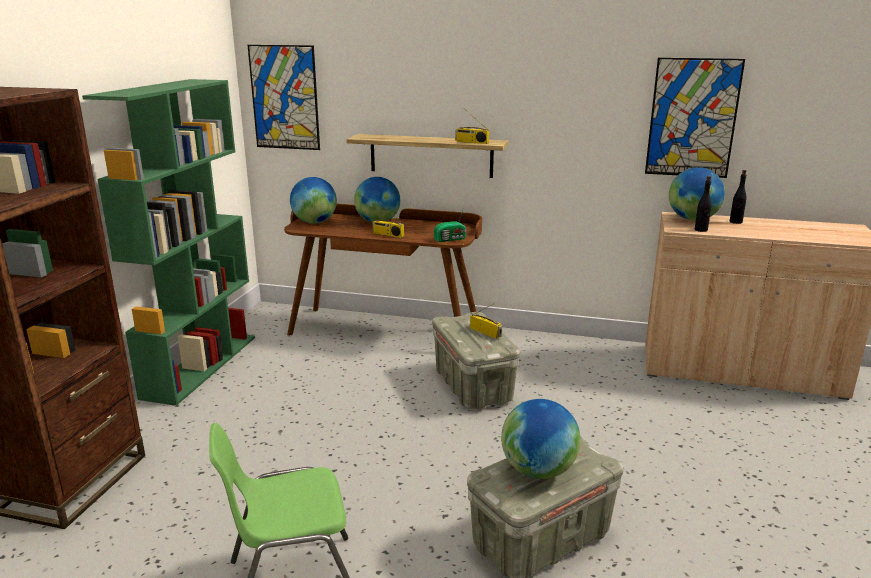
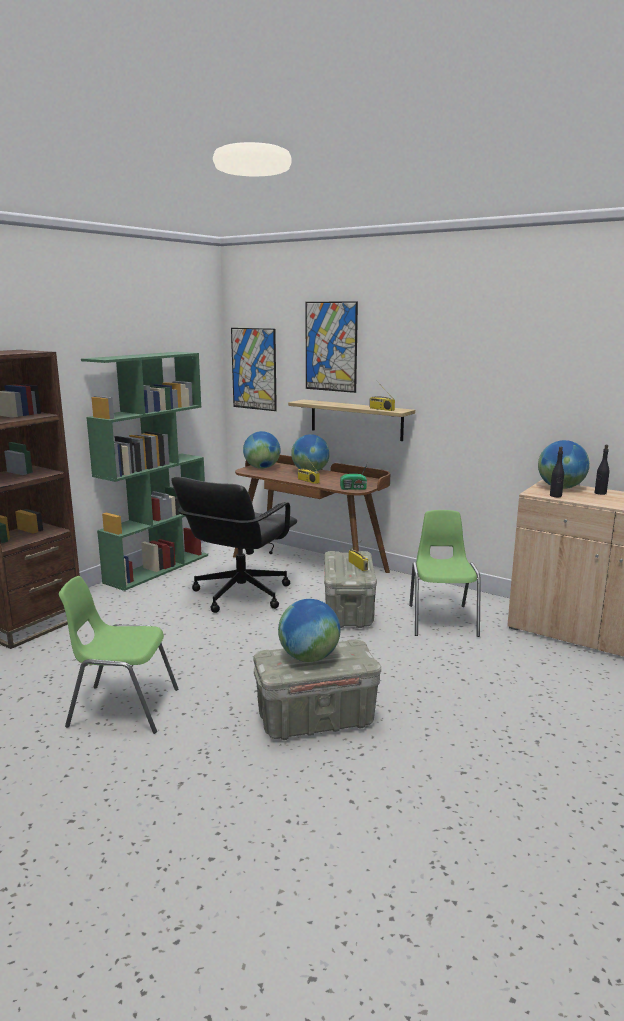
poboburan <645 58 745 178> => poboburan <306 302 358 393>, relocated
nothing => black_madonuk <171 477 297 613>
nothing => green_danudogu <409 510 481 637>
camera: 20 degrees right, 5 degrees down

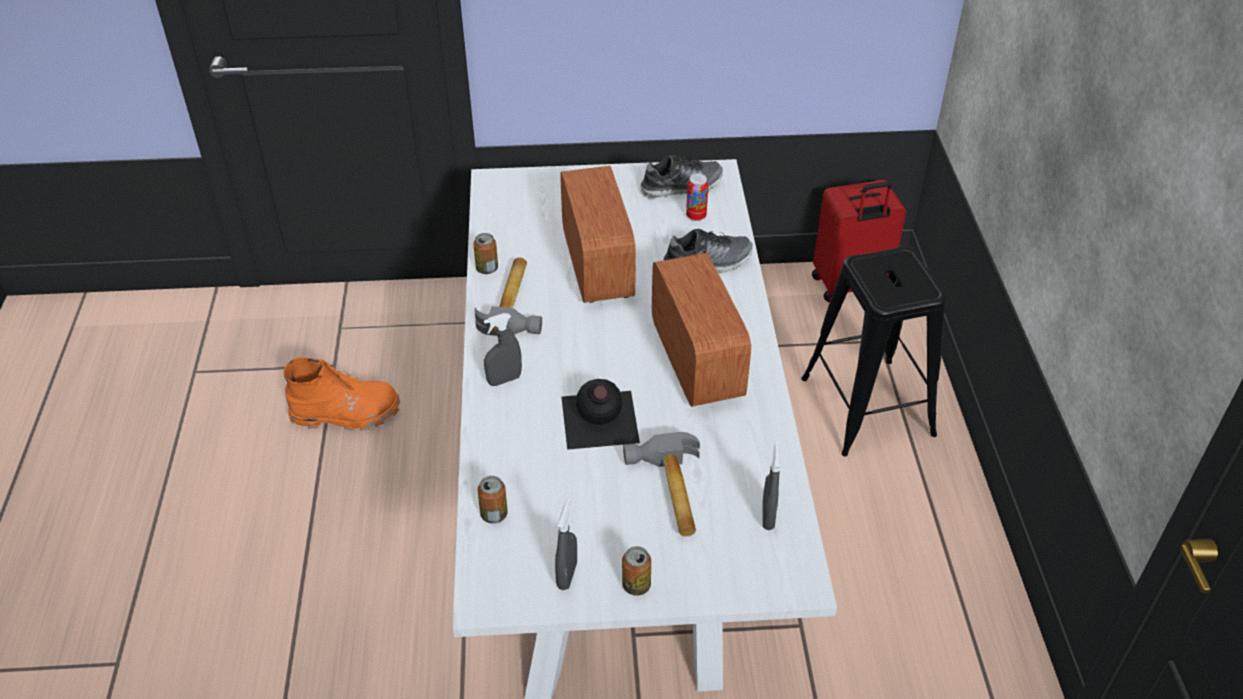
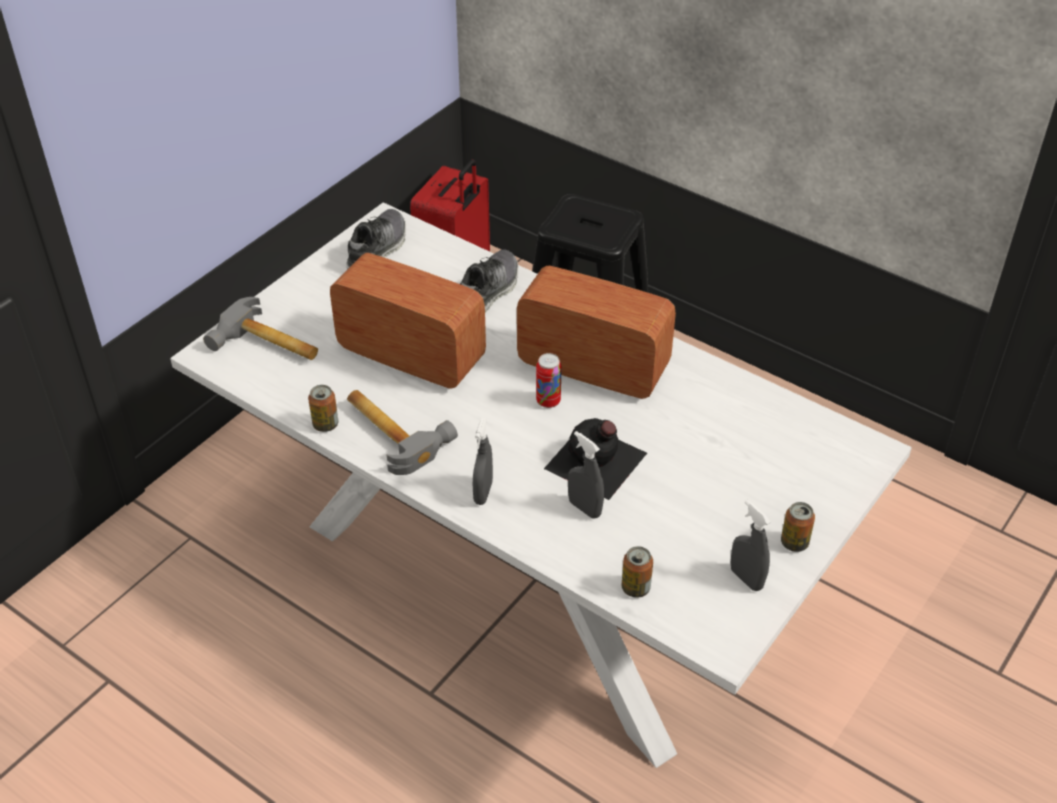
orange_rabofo <283 357 400 431> => nothing
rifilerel <623 432 700 537> => rifilerel <203 297 318 360>, relocated
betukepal <686 173 708 221> => betukepal <536 353 562 408>, relocated
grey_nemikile <762 440 780 530> => grey_nemikile <568 431 604 518>, relocated
camera: 50 degrees left, 0 degrees up

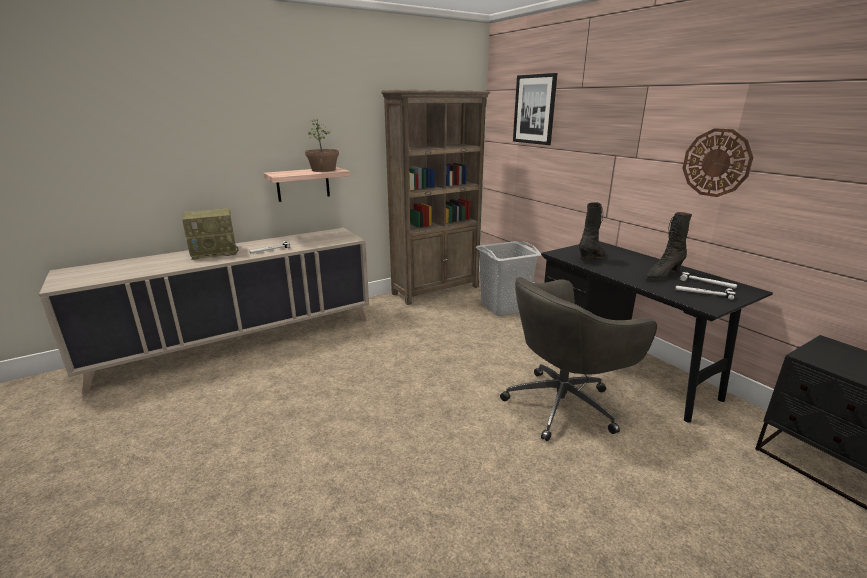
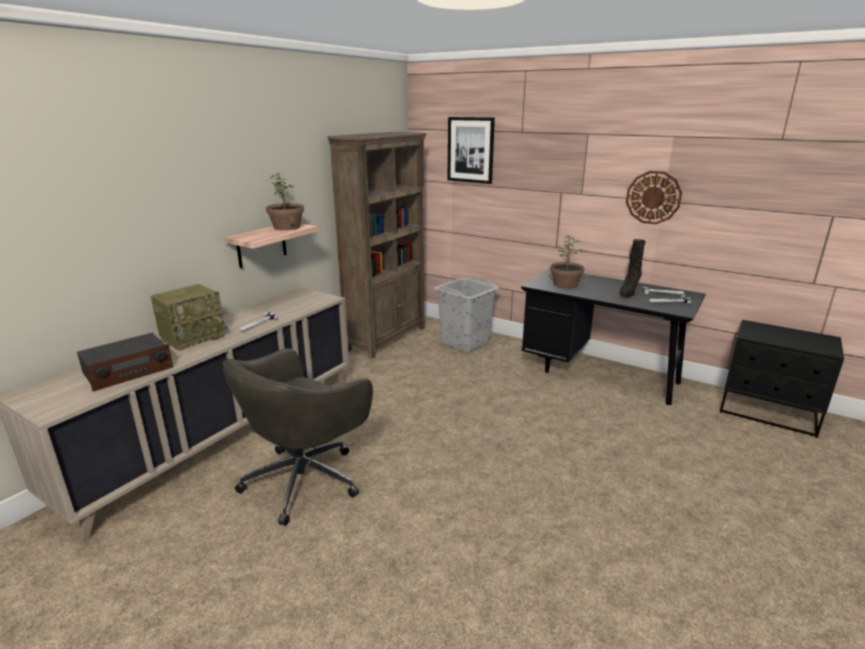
grey_madonuk <500 277 657 441> => grey_madonuk <223 349 373 526>, relocated
black_rabofo <579 202 605 261> => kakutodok <549 236 586 289>
nothing => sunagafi <77 333 173 391>
camera: 25 degrees left, 0 degrees up

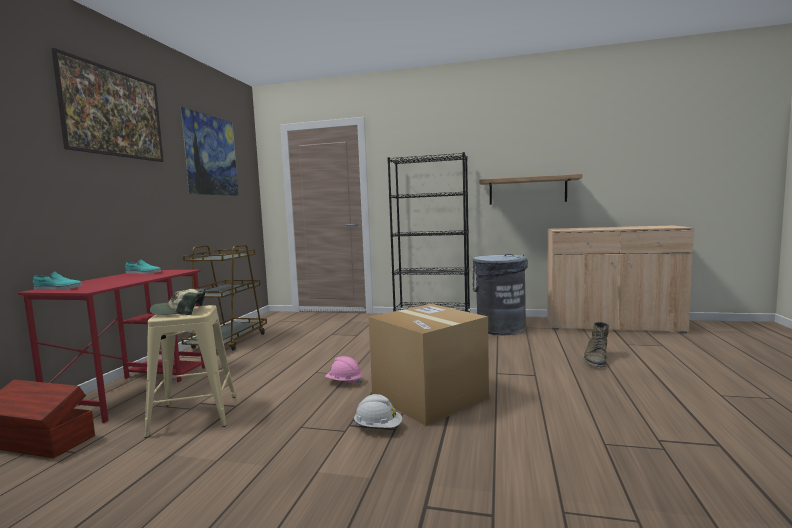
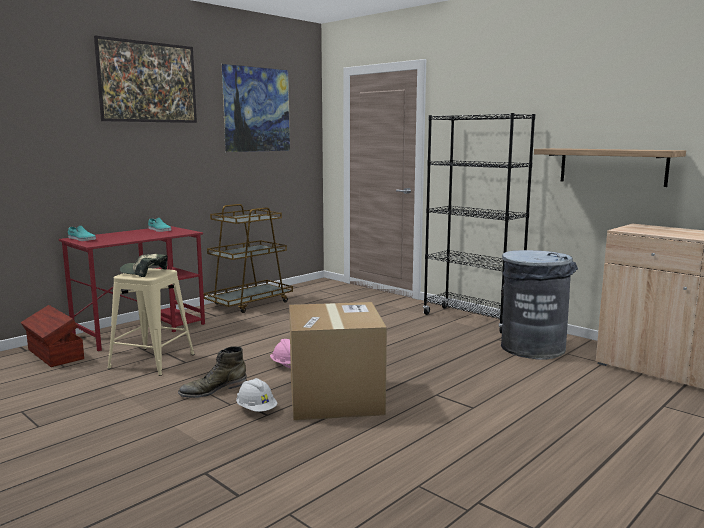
green_rabofo <583 322 609 368> => green_rabofo <178 346 247 398>, relocated
camera: 30 degrees right, 5 degrees up

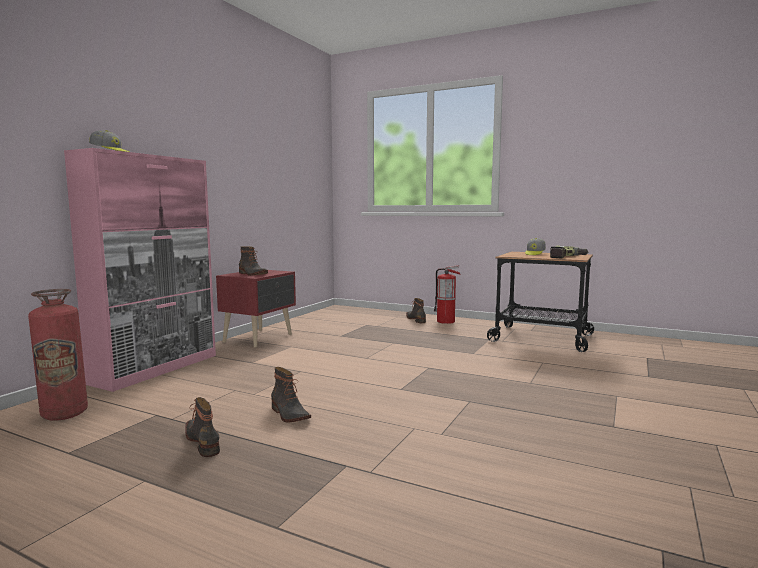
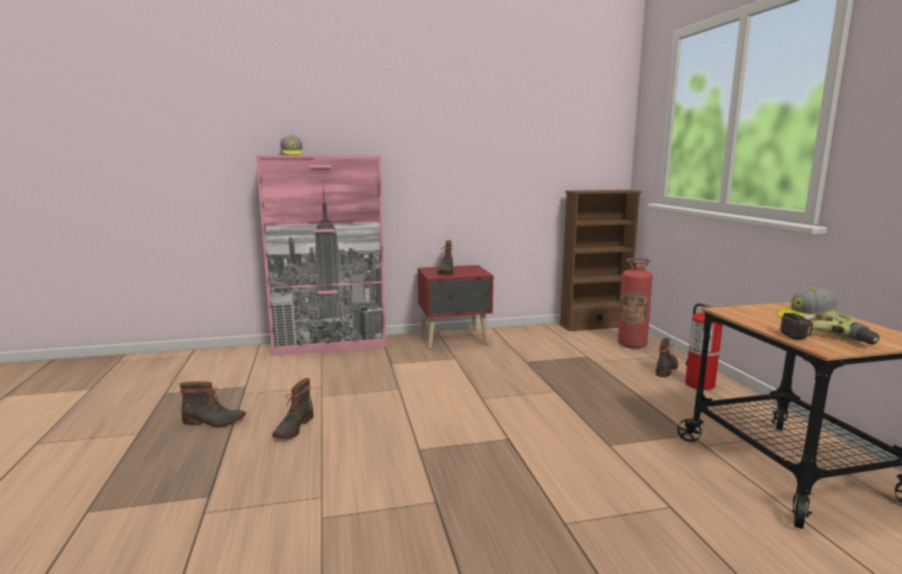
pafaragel <28 289 88 421> => pafaragel <618 258 653 349>, relocated
rabofo <185 397 220 457> => rabofo <180 381 246 427>, 75 degrees clockwise
nothing => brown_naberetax <559 190 642 331>
camera: 50 degrees right, 5 degrees up

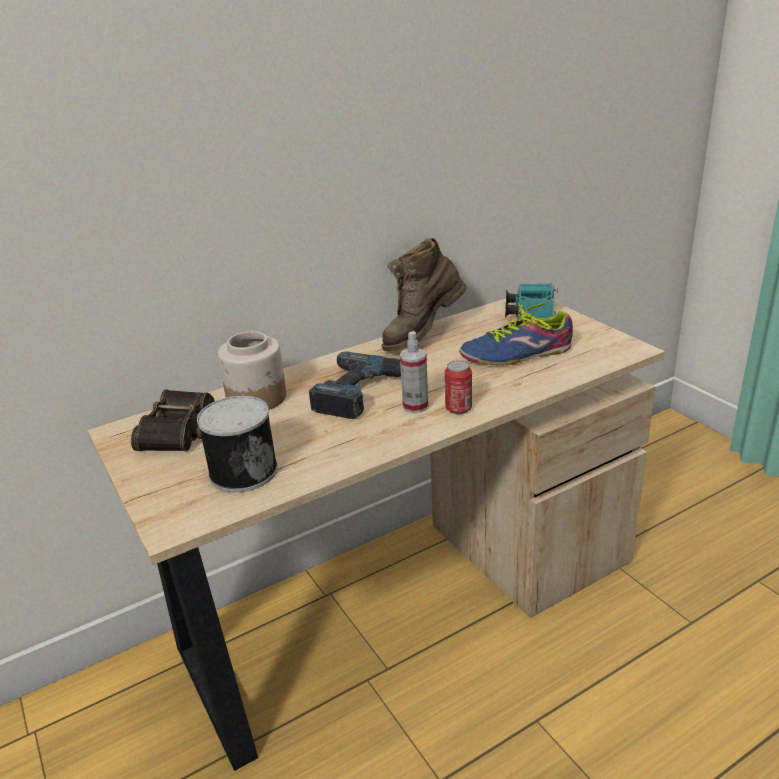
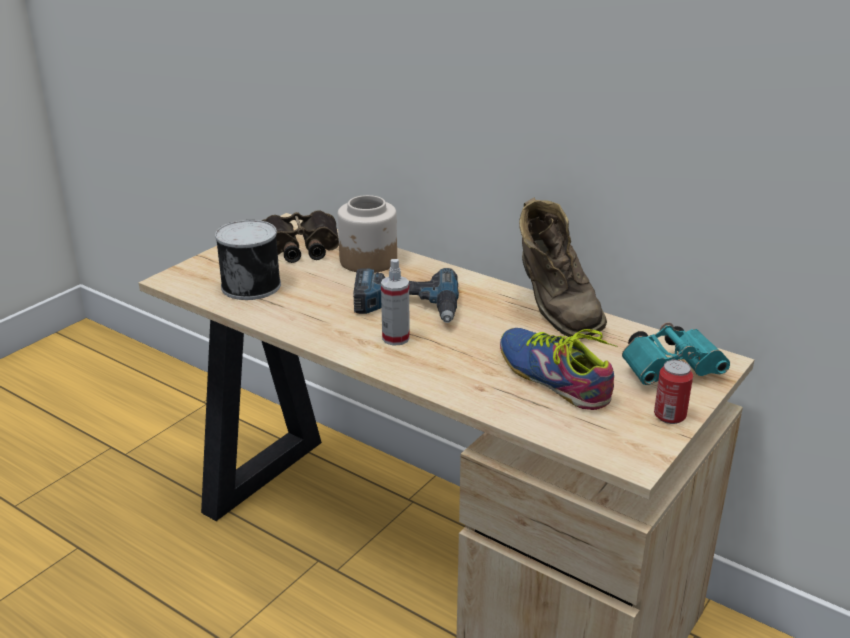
brown_rabofo <381 238 467 351> => brown_rabofo <519 198 607 339>, 135 degrees counterclockwise
betukepal <445 360 472 414> => betukepal <654 360 693 424>, relocated
camera: 65 degrees right, 0 degrees up

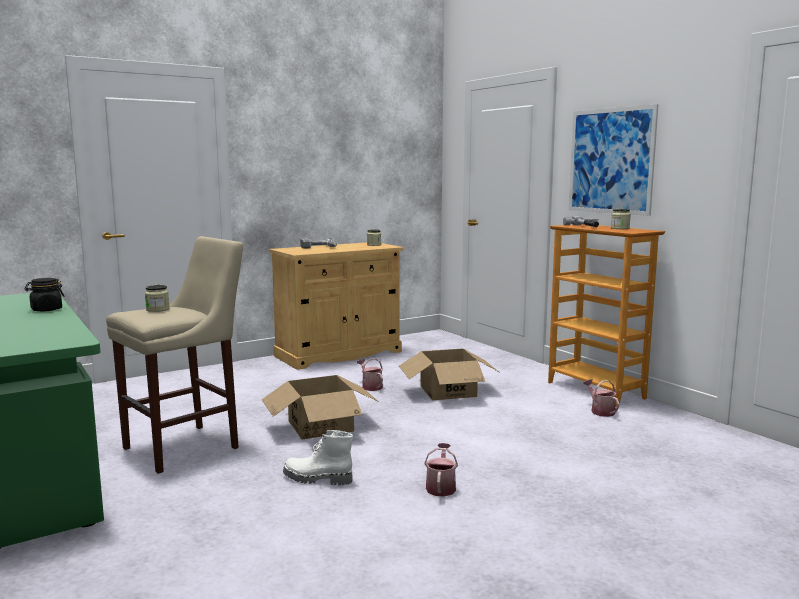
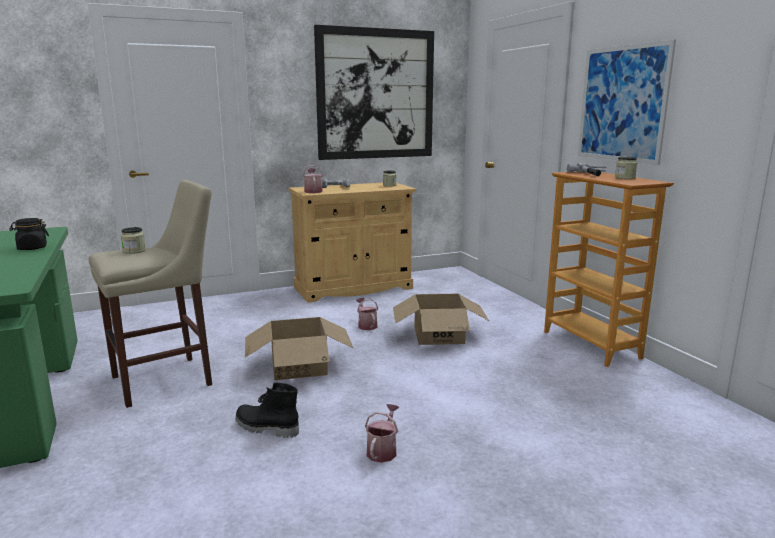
white_rabofo <283 430 353 485> => black_rabofo <235 383 299 438>
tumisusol <583 379 619 417> => tumisusol <303 165 323 193>, relocated
nothing => poboburan <314 25 434 160>
camera: 10 degrees right, 5 degrees up

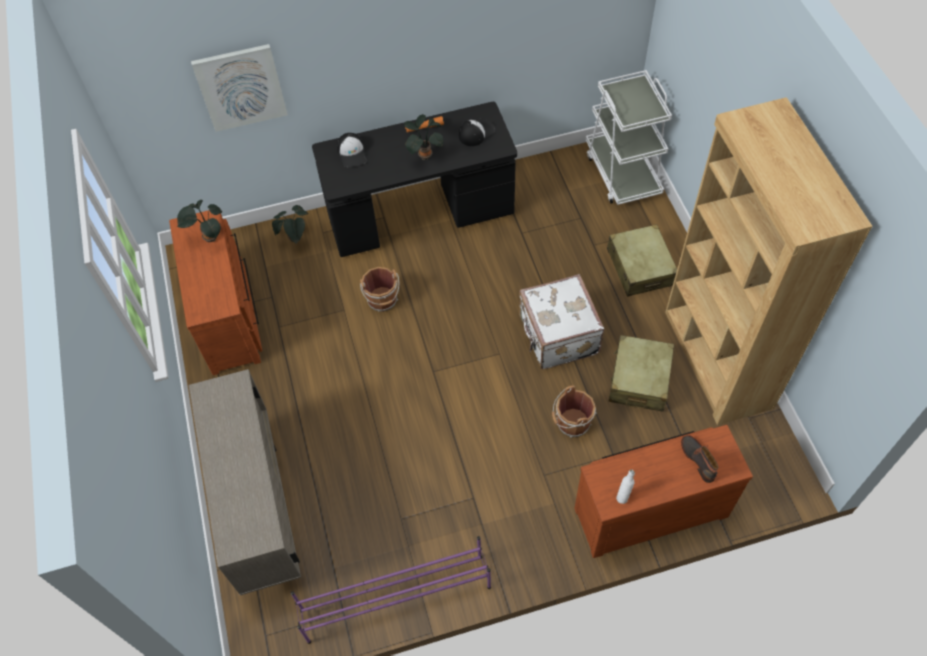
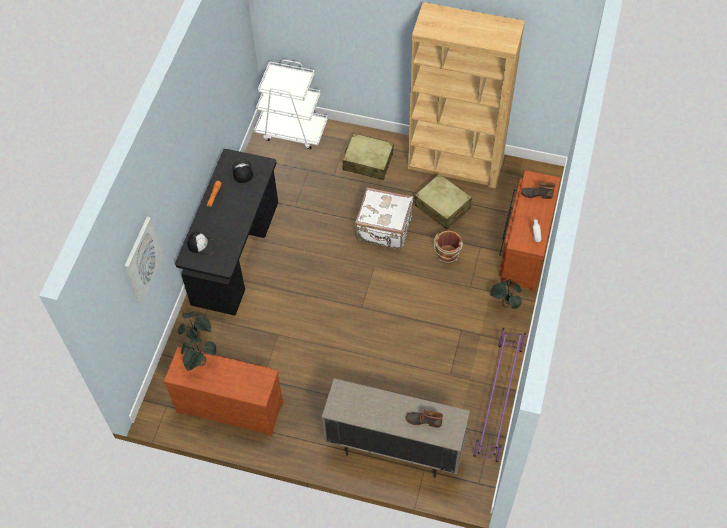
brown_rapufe <360 267 399 312> => nothing
kakutodok <404 114 444 160> => kakutodok <490 279 522 309>, relocated
nothing => rabofo <406 409 443 428>
camera: 60 degrees left, 0 degrees up

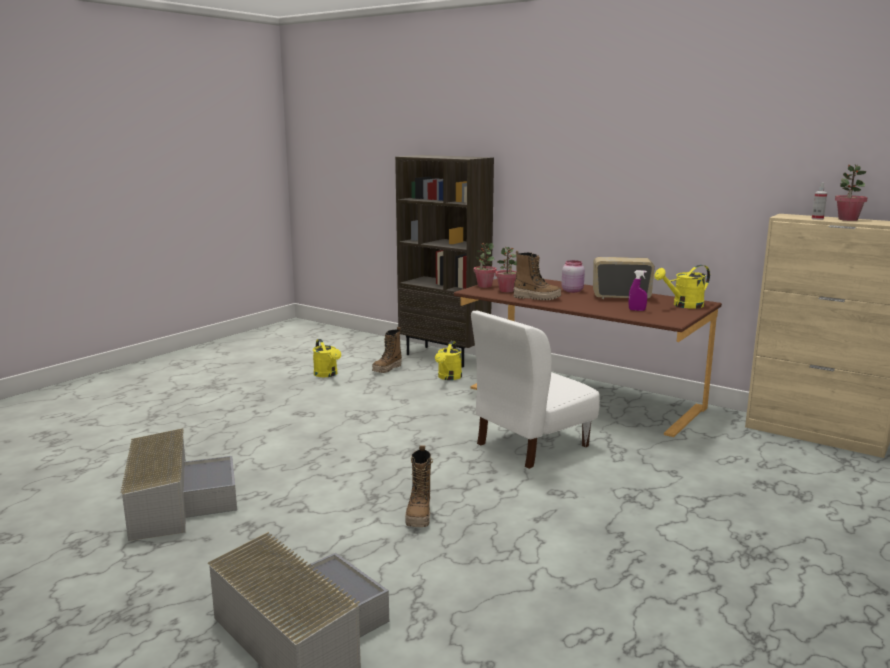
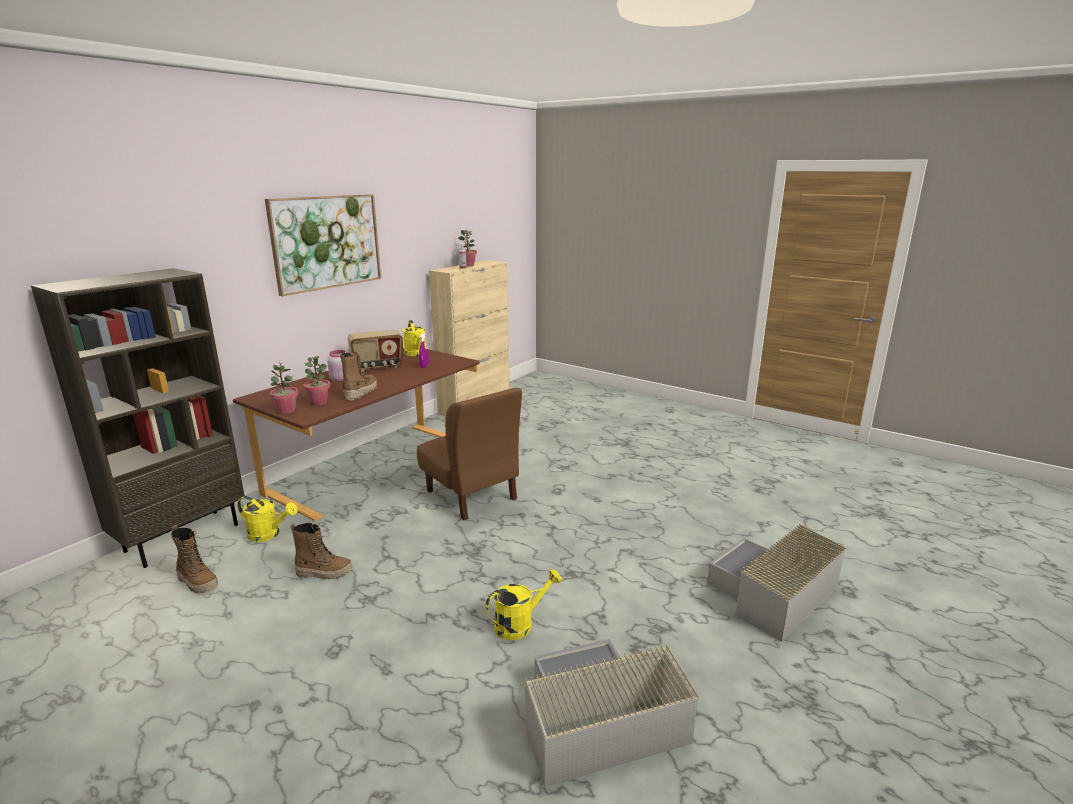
yellow_tumisusol <313 339 341 377> => yellow_tumisusol <485 569 562 640>, relocated
rabofo <405 445 433 527> => rabofo <291 523 353 579>, relocated
white_danudogu <471 311 600 469> => brown_danudogu <417 387 522 520>
sunagafi <593 257 655 299> => sunagafi <348 330 404 372>, 120 degrees counterclockwise
nothing => poboburan <265 194 381 296>
camera: 90 degrees left, 5 degrees up

